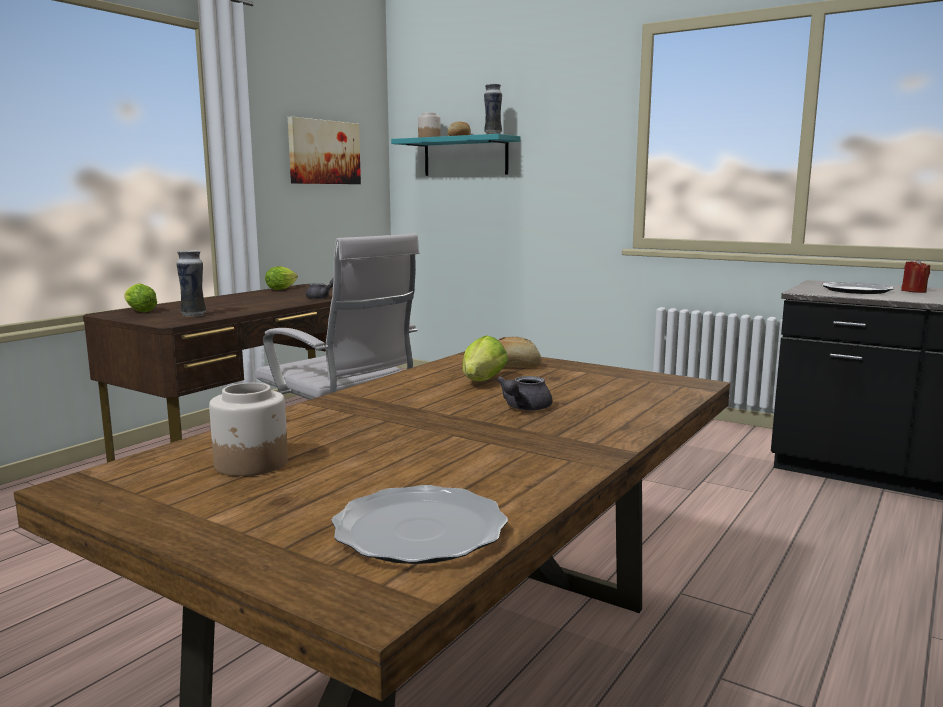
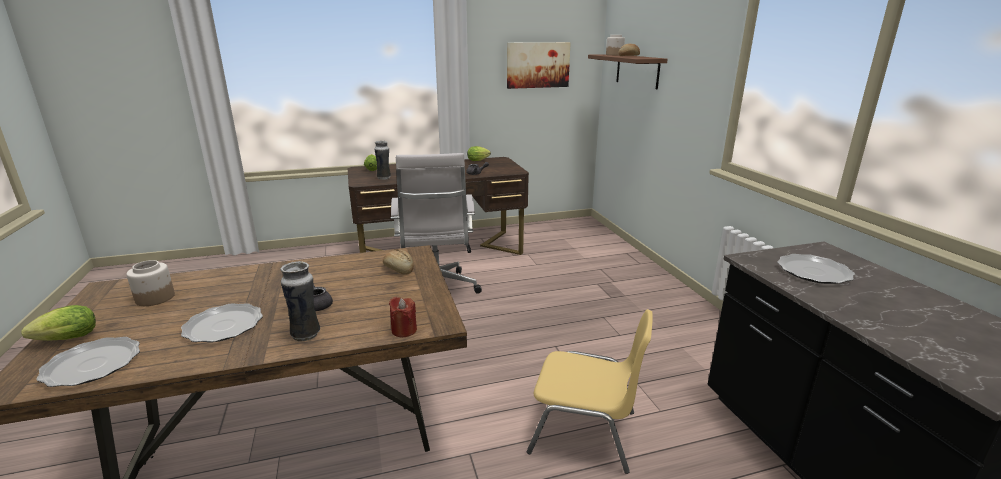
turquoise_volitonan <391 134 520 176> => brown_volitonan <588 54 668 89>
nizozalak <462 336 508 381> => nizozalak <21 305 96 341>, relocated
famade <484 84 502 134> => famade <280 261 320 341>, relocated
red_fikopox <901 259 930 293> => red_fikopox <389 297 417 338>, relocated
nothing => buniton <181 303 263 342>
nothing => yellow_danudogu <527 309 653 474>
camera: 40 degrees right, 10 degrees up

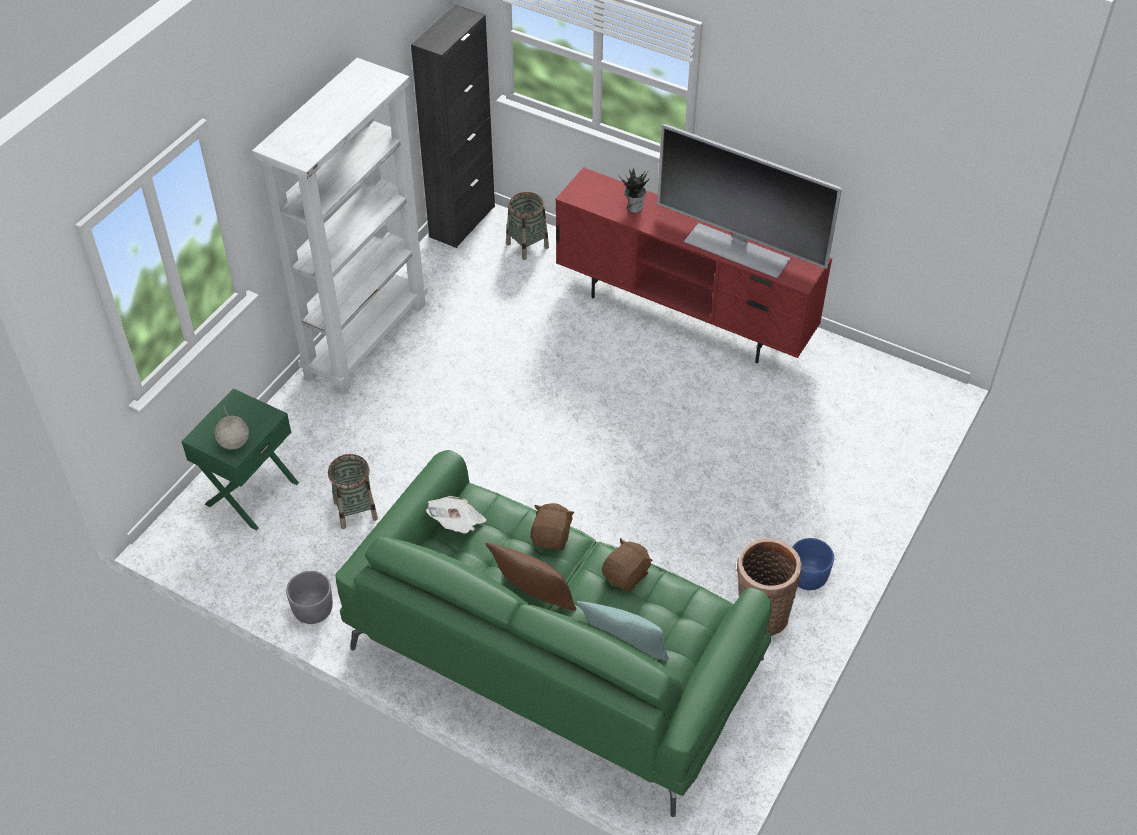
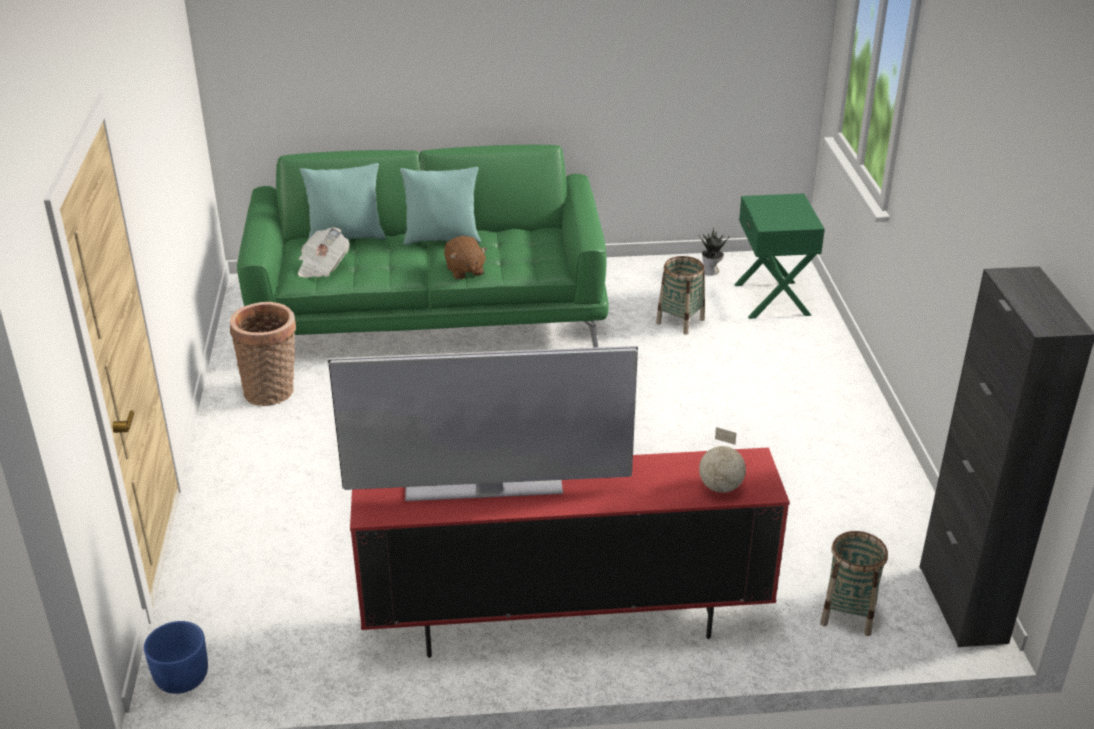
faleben <214 405 249 449> => faleben <699 427 746 493>, relocated
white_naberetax <252 58 428 394> => nothing
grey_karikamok <286 571 333 624> => nothing
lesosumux <426 496 486 534> => lesosumux <298 227 350 278>, relocated
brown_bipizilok <486 543 576 611> => turquoise_bipizilok <400 167 481 245>
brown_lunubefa <602 538 653 591> => nothing
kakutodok <619 168 649 213> => kakutodok <699 228 730 275>, relocated
blue_karikamok <793 538 834 590> => blue_karikamok <144 621 208 694>, relocated
camera: 145 degrees right, 15 degrees down

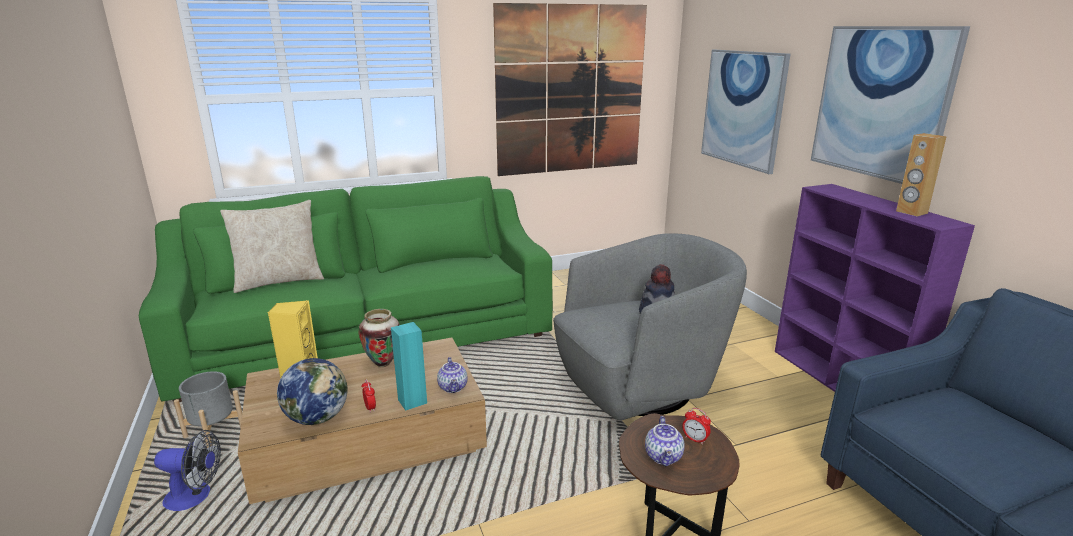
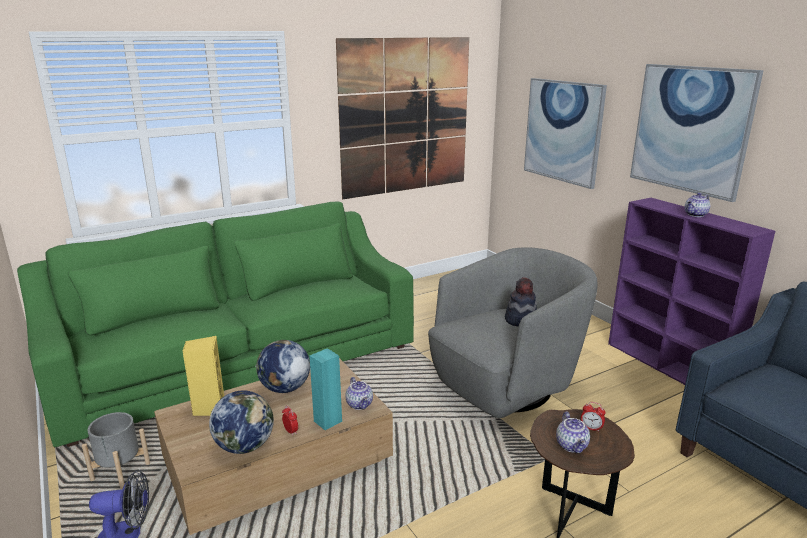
beige_bipizilok <220 200 324 293> => nothing
famade <358 309 400 367> => faleben <256 340 310 393>
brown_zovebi <896 133 947 217> => nothing
nothing => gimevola <685 193 710 217>
camera: 10 degrees left, 0 degrees up

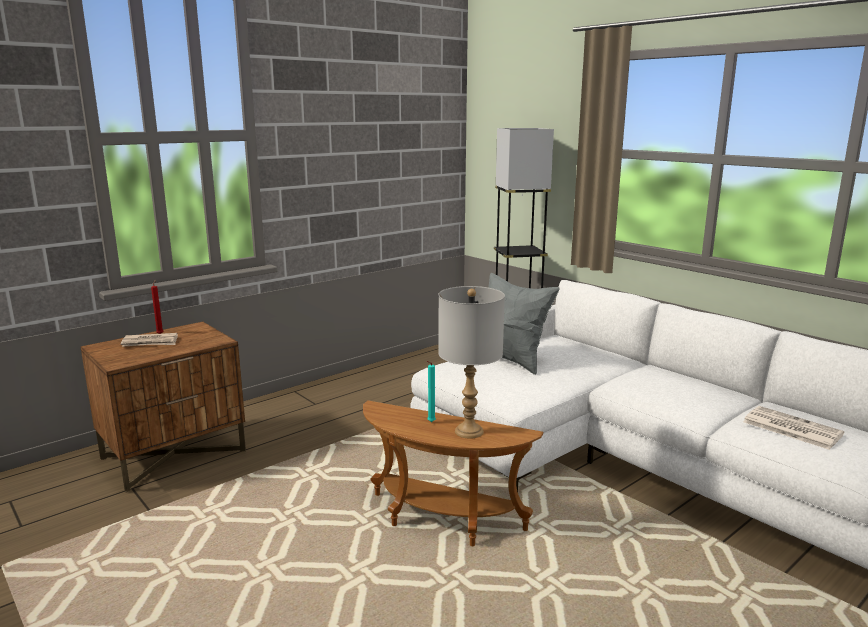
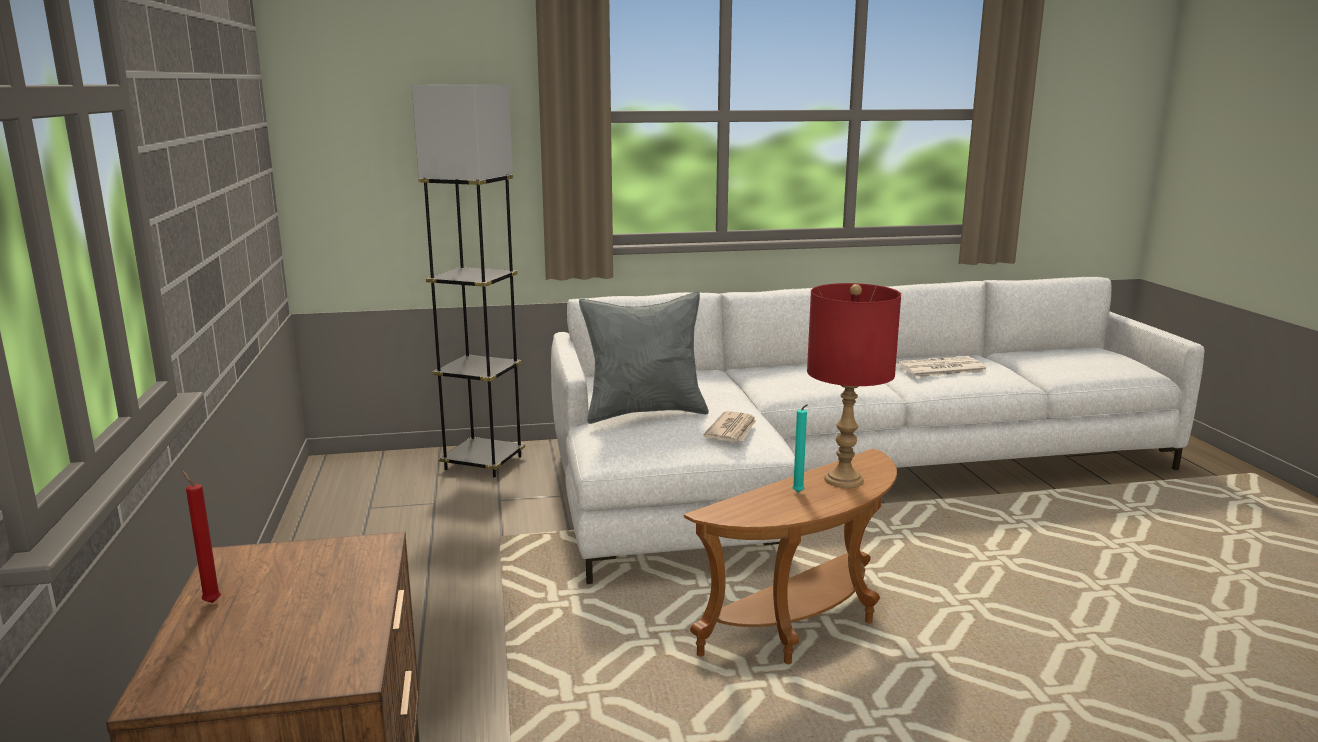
lesosumux <121 333 178 347> => lesosumux <703 411 756 441>, relocated
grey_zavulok <438 286 505 439> => red_zavulok <807 283 901 488>
camera: 60 degrees left, 0 degrees up

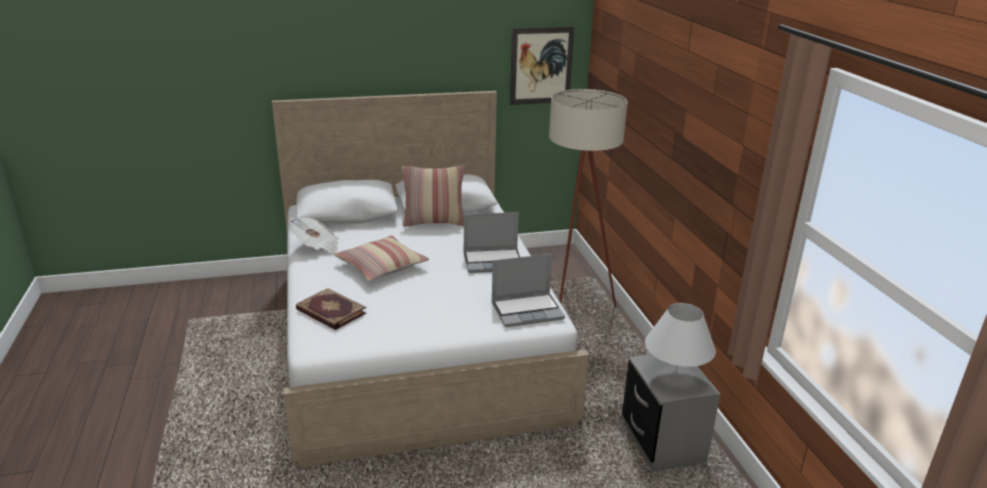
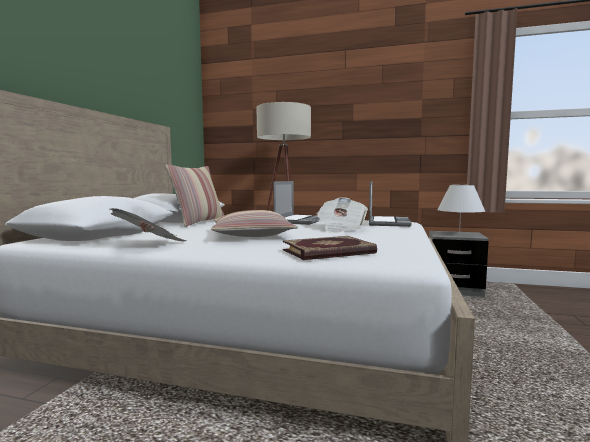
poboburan <510 26 575 105> => nothing
nothing => lesosumux <317 197 368 233>
camera: 60 degrees left, 20 degrees down

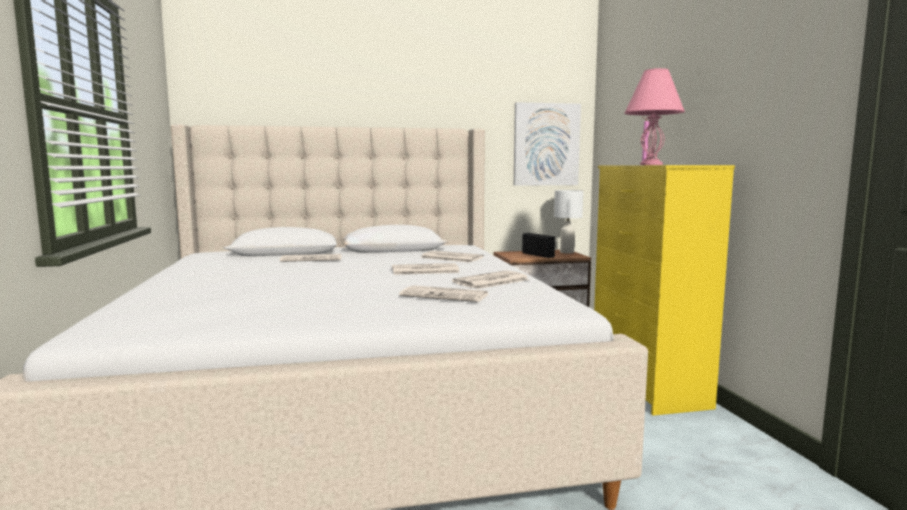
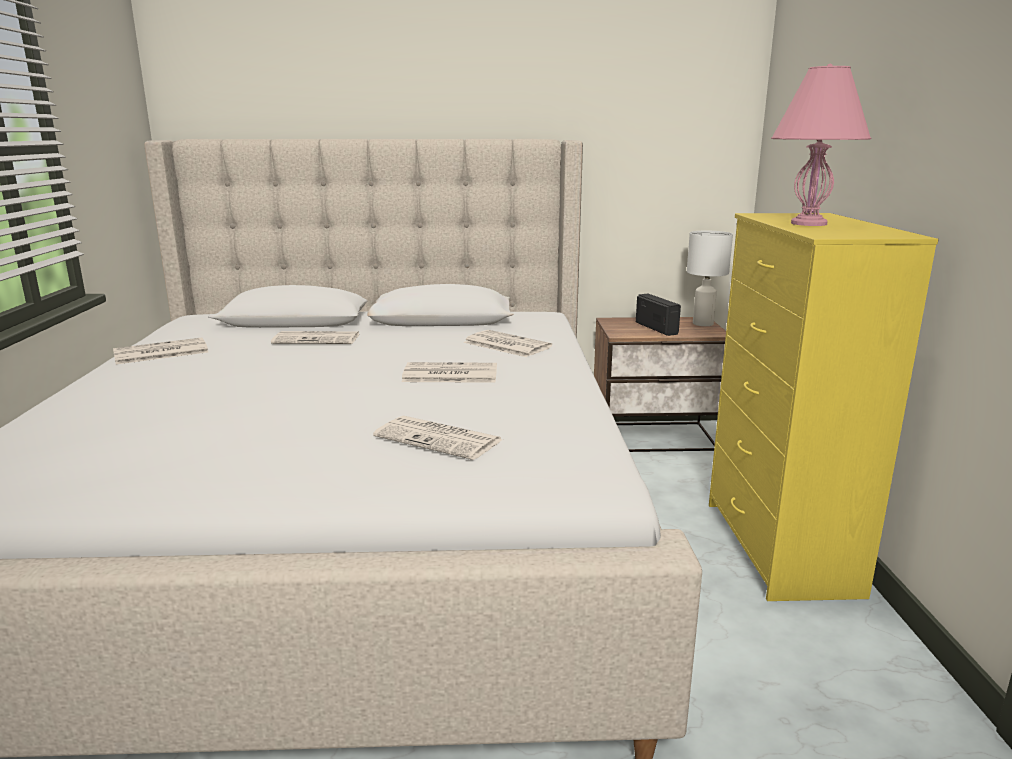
lesosumux <452 270 529 289> => lesosumux <113 337 208 364>, relocated
poboburan <514 102 581 186> => nothing
camera: 10 degrees right, 10 degrees up

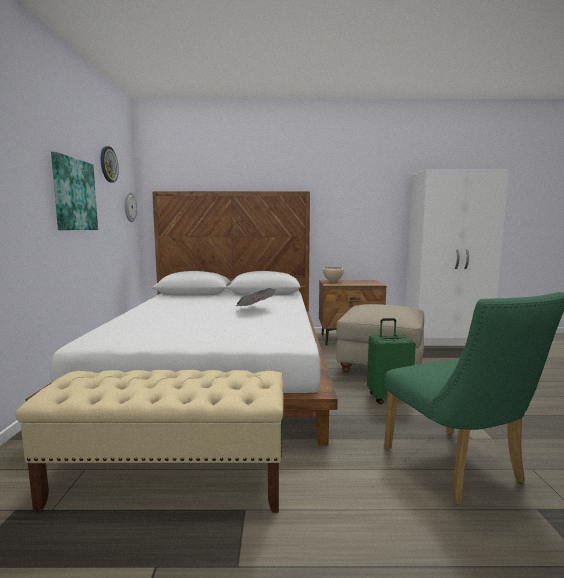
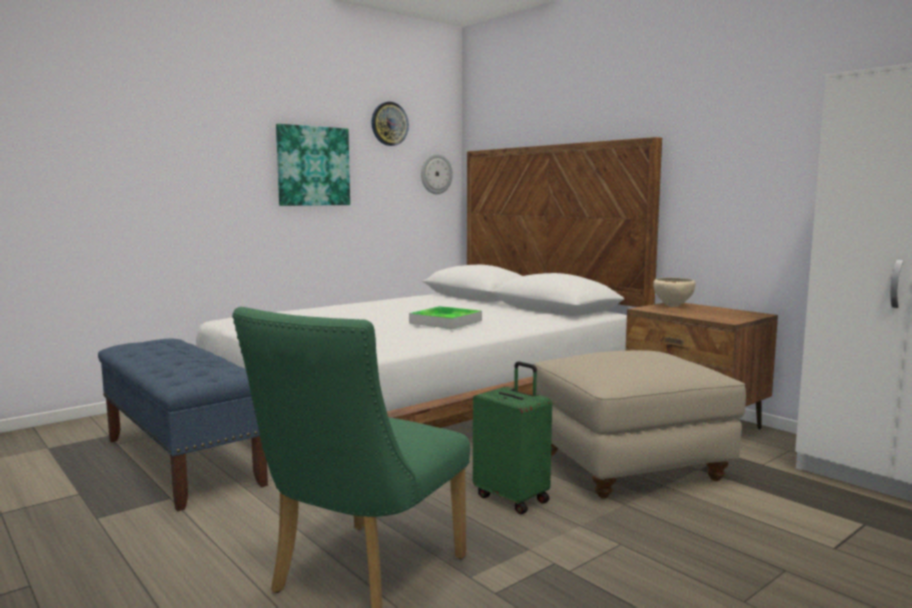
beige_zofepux <15 369 283 513> => blue_zofepux <98 338 268 511>
lesosumux <236 288 276 306> => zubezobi <409 306 482 329>
camera: 50 degrees right, 0 degrees up

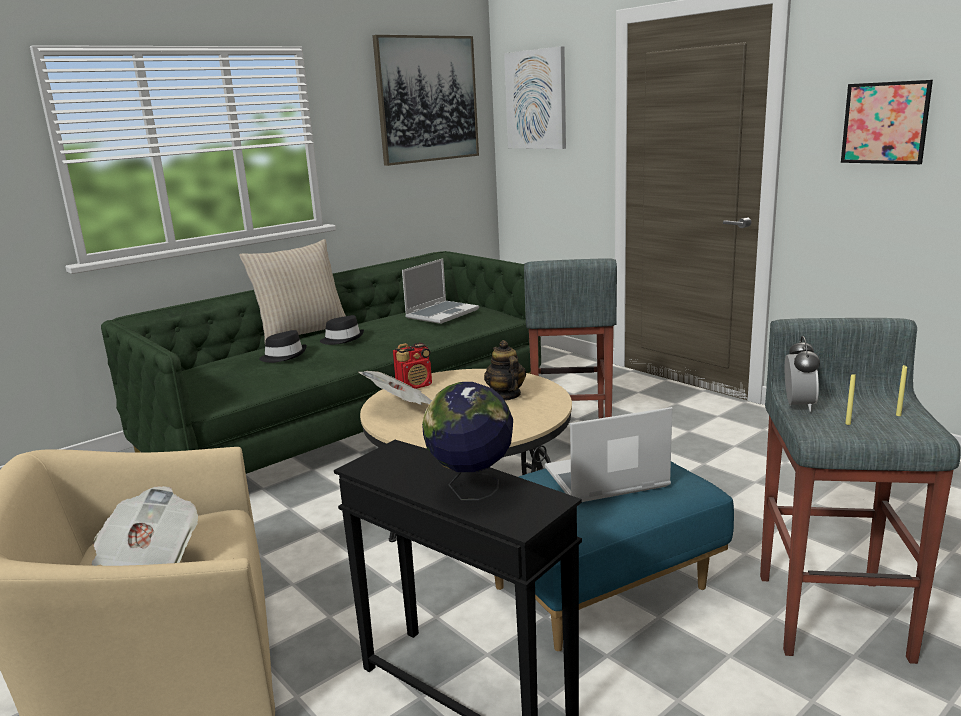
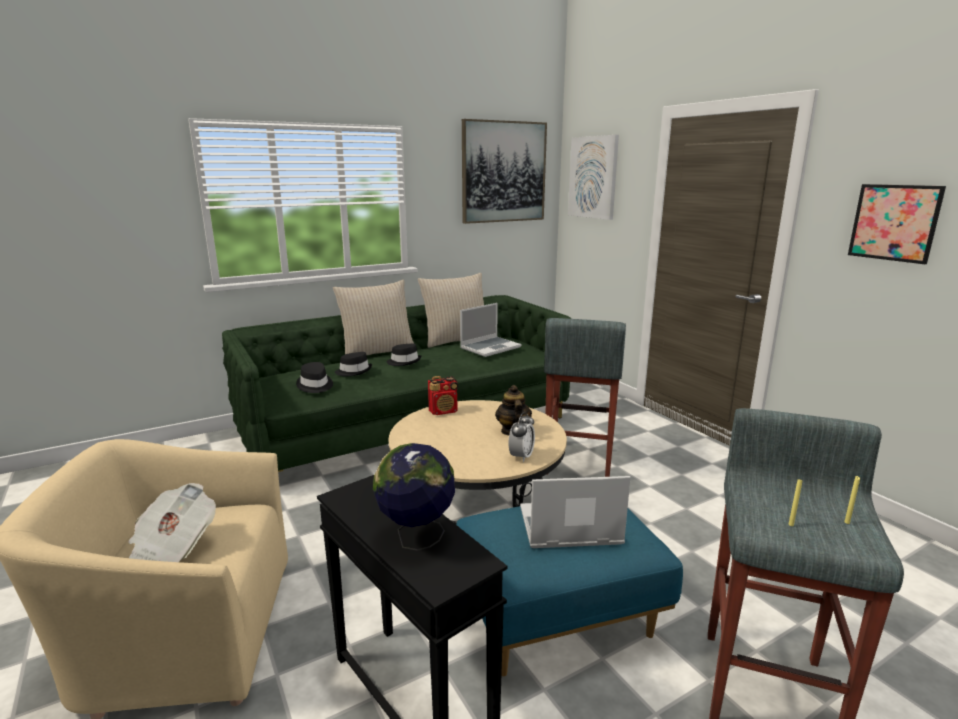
lesosumux <358 371 432 405> => nothing
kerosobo <785 336 820 412> => kerosobo <509 412 535 462>, relocated
nothing => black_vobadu <296 362 333 393>
nothing => beige_bipizilok <418 273 484 348>
camera: 10 degrees right, 0 degrees up

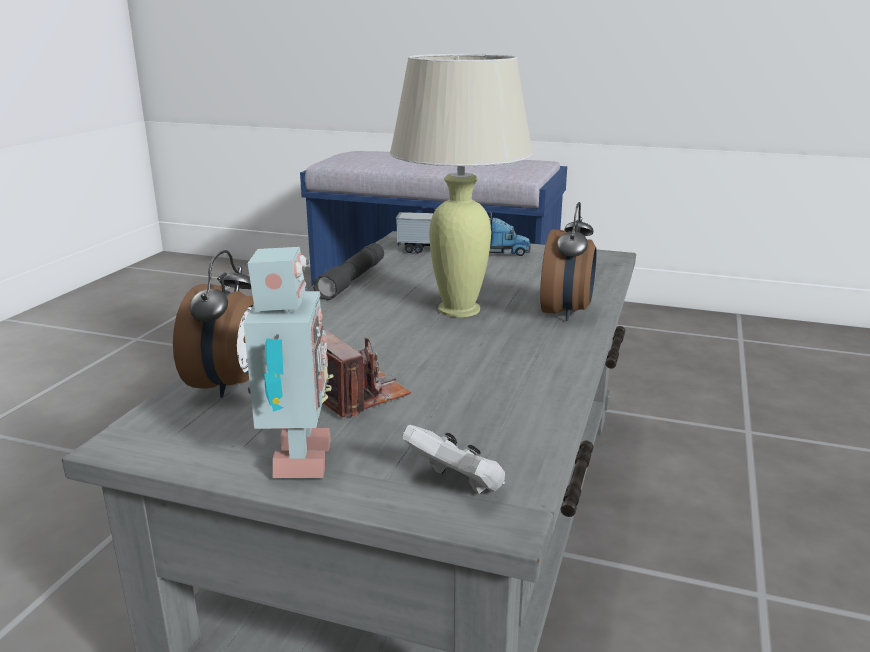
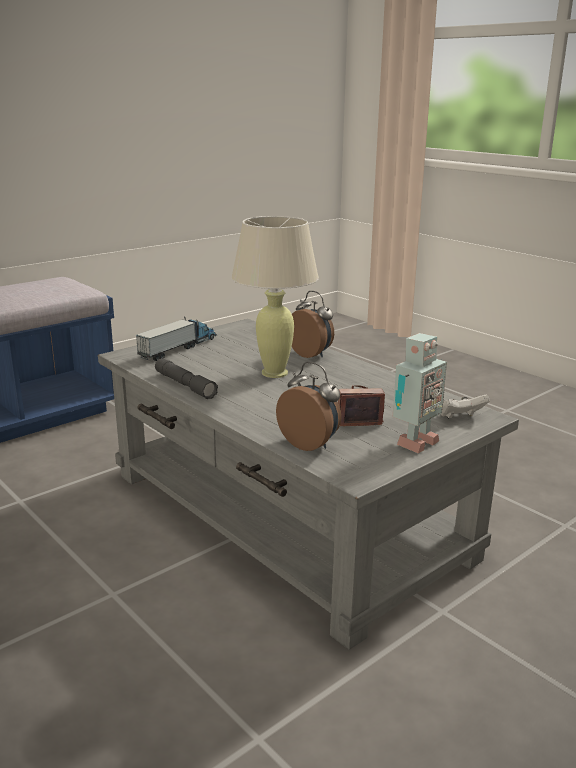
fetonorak <244 247 334 478> => fetonorak <393 333 447 453>, 105 degrees clockwise
camera: 60 degrees left, 0 degrees up

